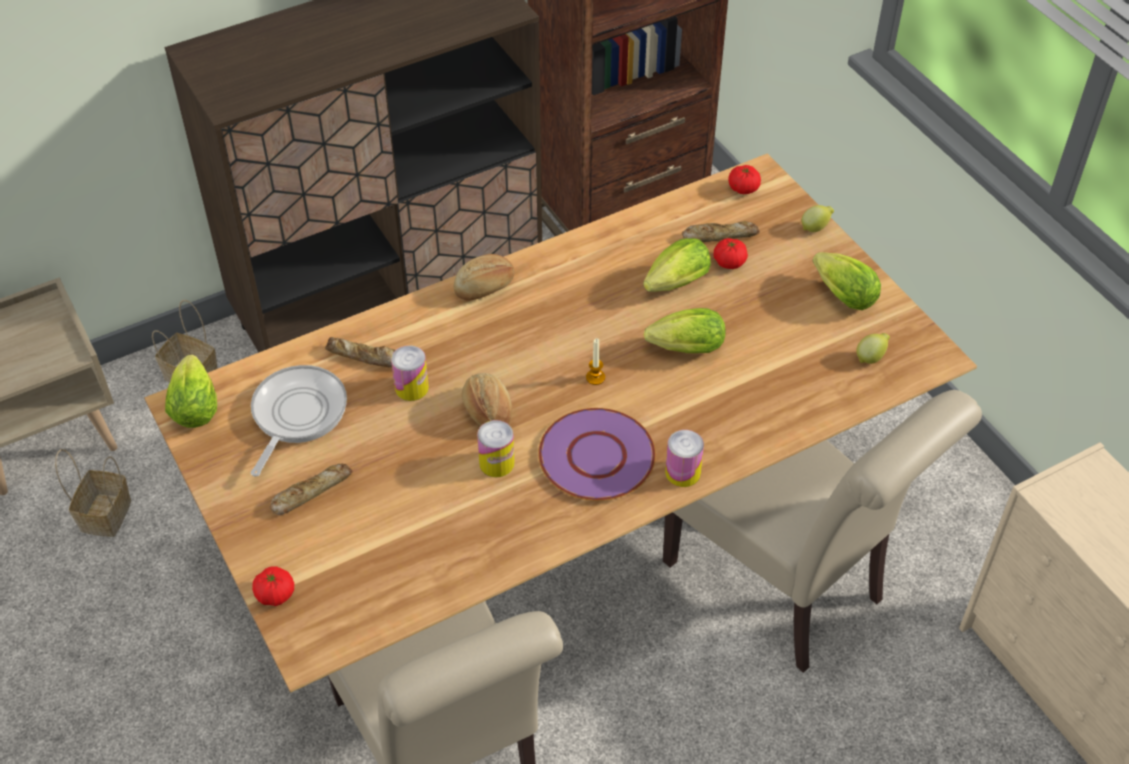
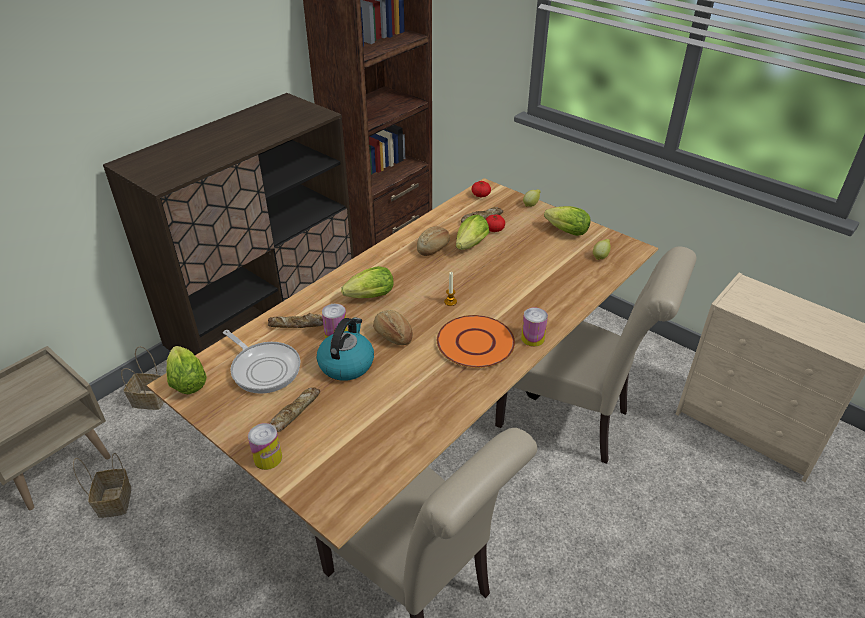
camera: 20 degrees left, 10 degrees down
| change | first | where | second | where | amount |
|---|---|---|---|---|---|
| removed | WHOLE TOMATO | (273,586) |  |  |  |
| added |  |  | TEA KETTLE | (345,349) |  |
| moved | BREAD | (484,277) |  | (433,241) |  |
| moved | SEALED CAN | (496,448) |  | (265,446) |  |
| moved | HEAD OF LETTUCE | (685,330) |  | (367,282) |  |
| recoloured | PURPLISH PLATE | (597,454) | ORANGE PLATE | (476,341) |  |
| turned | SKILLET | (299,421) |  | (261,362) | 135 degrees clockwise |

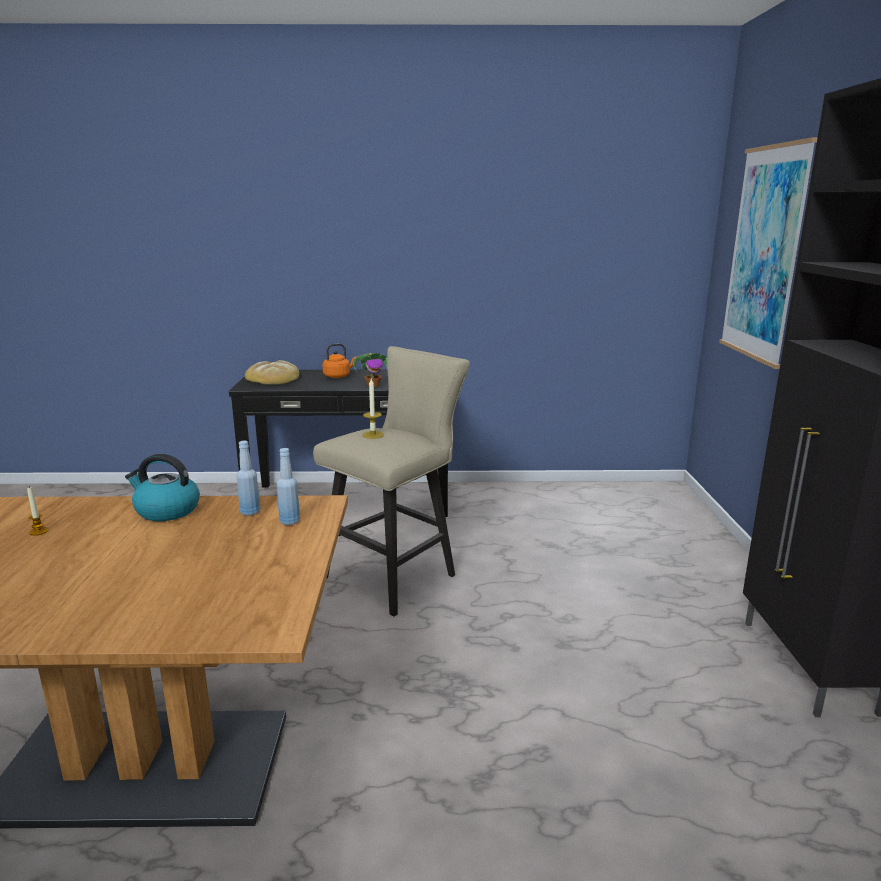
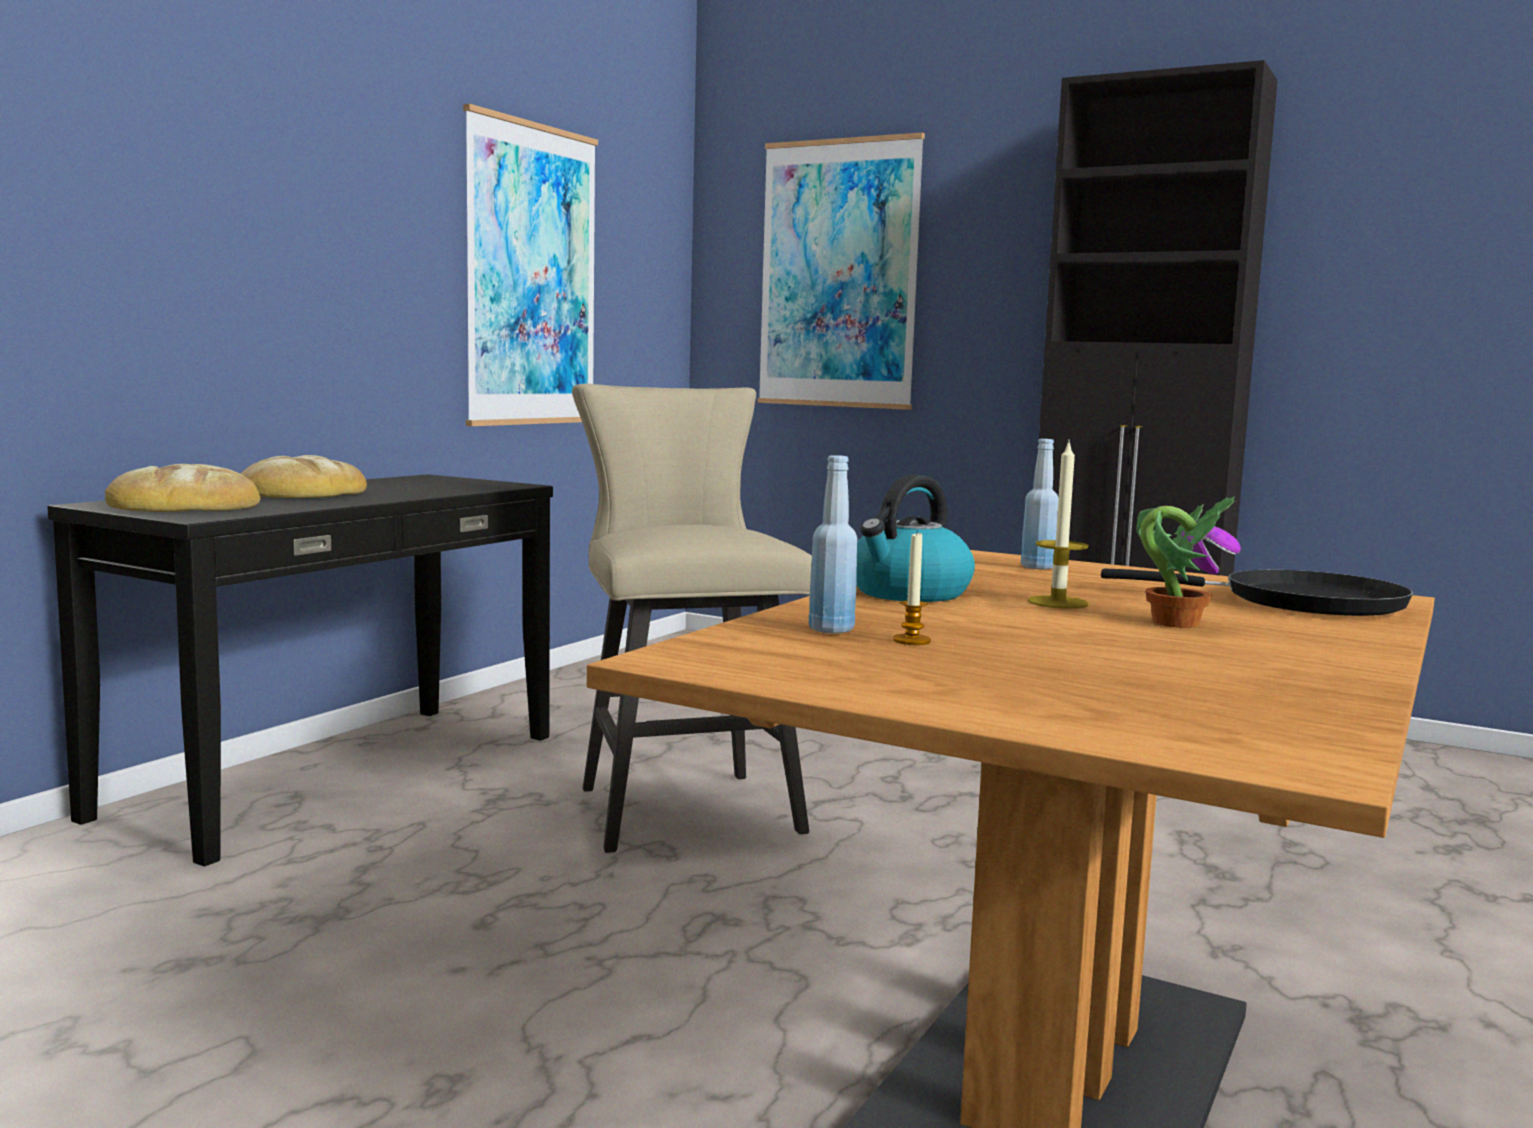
camera: 60 degrees left, 10 degrees down
| change | first | where | second | where | amount |
|---|---|---|---|---|---|
| added |  |  | PICTURE | (530,265) |  |
| added |  |  | BLACKISH SKILLET | (1257,592) |  |
| moved | BLUE DRINK BOTTLE | (248,478) |  | (833,544) |  |
| moved | PLANT IN A POT | (370,370) |  | (1188,562) |  |
| moved | WAX LIGHT | (373,409) |  | (1058,526) |  |
| replaced | ORANGE TEA KETTLE | (339,360) | BREAD | (303,476) |  |

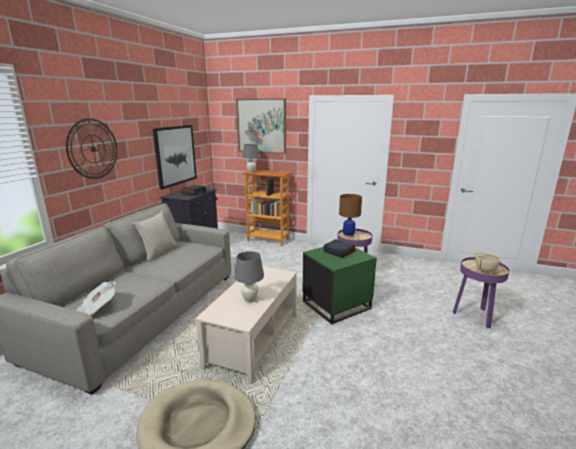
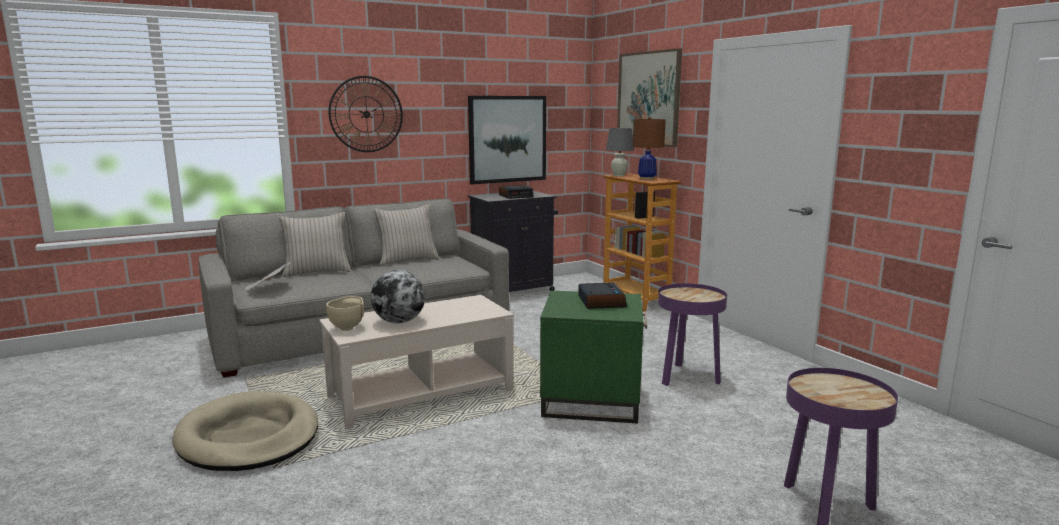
camera: 40 degrees right, 5 degrees down
| change | first | where | second | where | amount |
|---|---|---|---|---|---|
| added |  |  | BEIGE-COLOURED CUSHION | (314,244) |  |
| moved | BROWNISH TABLE LAMP | (350,216) |  | (649,149) |  |
| moved | BEIGE-COLOURED BOWL | (487,262) |  | (345,313) |  |
| replaced | GREYISH TABLE LAMP | (249,277) | GLOBE | (398,296) |  |

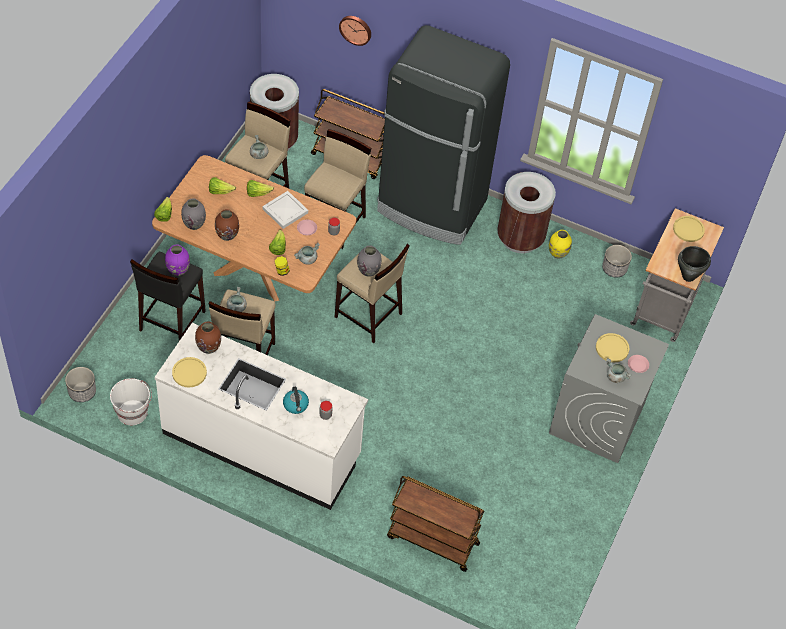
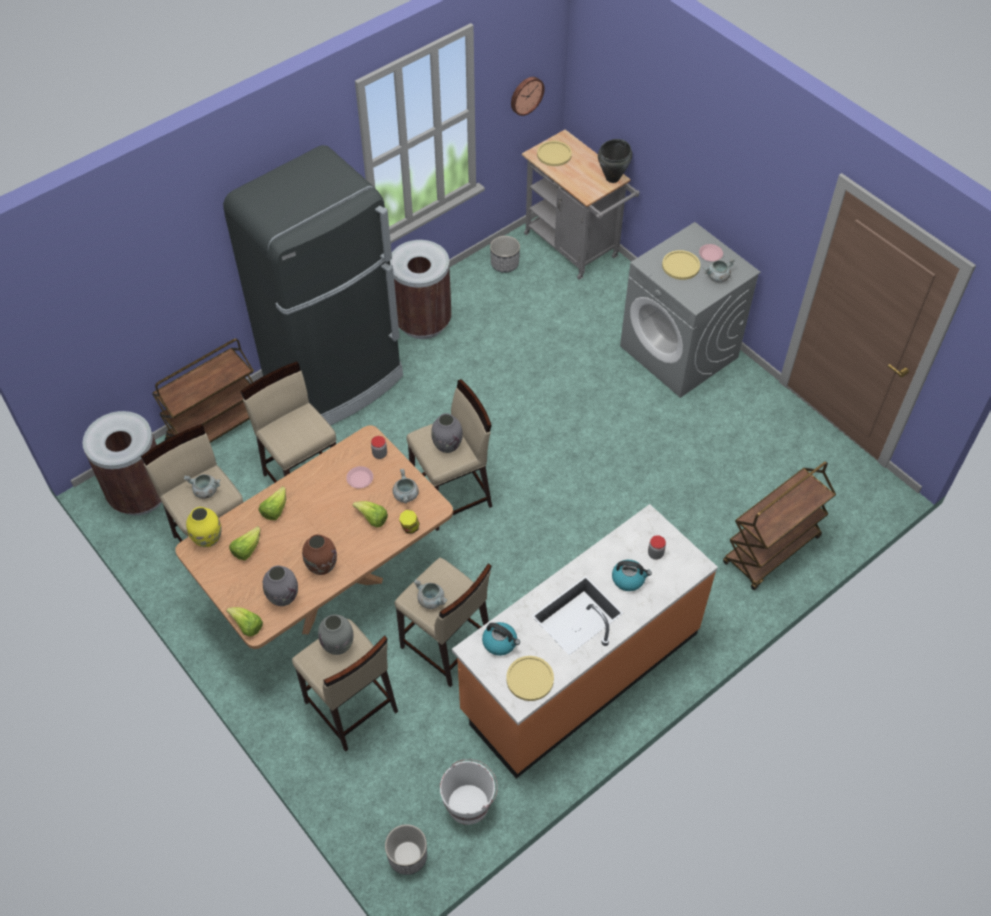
camera: 60 degrees left, 0 degrees up
| change | first | where | second | where | amount |
|---|---|---|---|---|---|
| removed | WHITE-COLOURED SERVING TRAY | (285,210) |  |  |  |
| moved | HANGING CLOCK | (355,31) |  | (528,96) |  |
| moved | YELLOW FLOWER VASE | (560,244) |  | (203,527) |  |
| replaced | BROWNISH FLOWER VASE | (208,338) | TEA KETTLE | (501,639) |  |
| recoloured | BLACKISH SITTING STOOL | (168,296) | BEIGE-COLOURED SITTING STOOL | (345,685) |  |
| recoloured | WHITE-COLOURED KITCHEN COUNTER | (261,416) | ORANGE KITCHEN COUNTER | (585,641) |  |
| recoloured | PURPLISH FLOWER VASE | (177,260) | GREYISH FLOWER VASE | (336,635) |  |

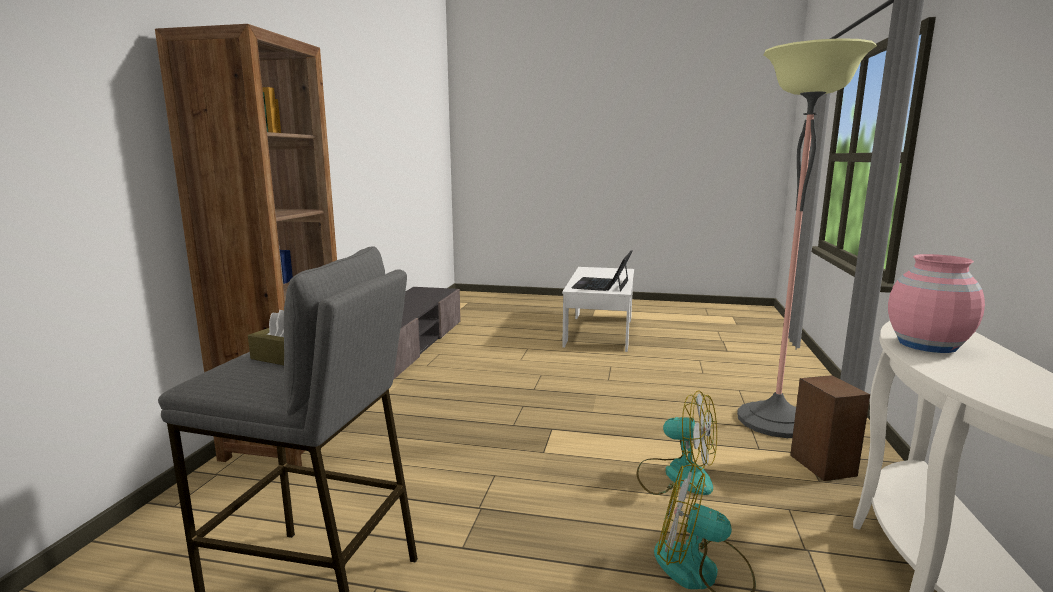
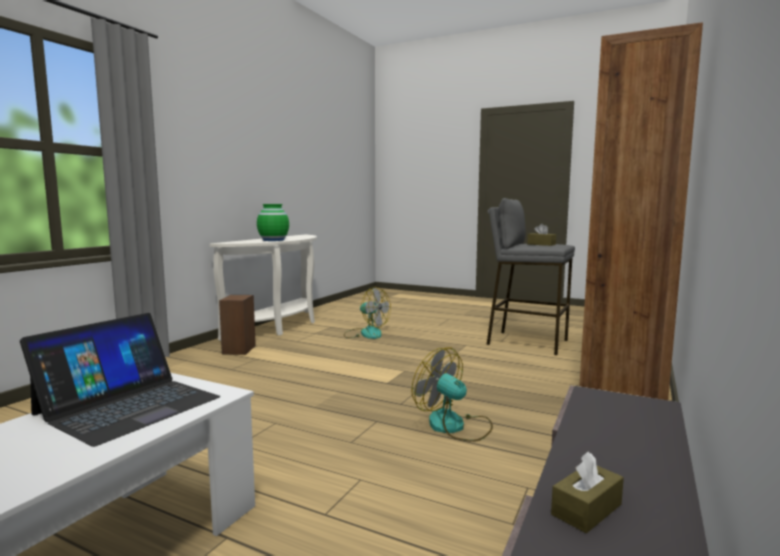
camera: 165 degrees left, 5 degrees down
| change | first | where | second | where | amount |
|---|---|---|---|---|---|
| removed | STANDING LAMP | (807,238) |  |  |  |
| added |  |  | BROWNISH BOX OF TISSUES | (587,492) |  |
| moved | COOLING FAN | (677,442) |  | (452,395) |  |
| recoloured | PINKISH FLOWER VASE | (936,303) | GREEN FLOWER VASE | (273,222) |  |

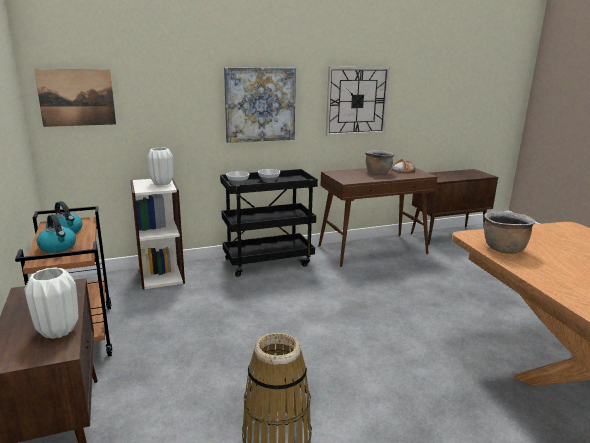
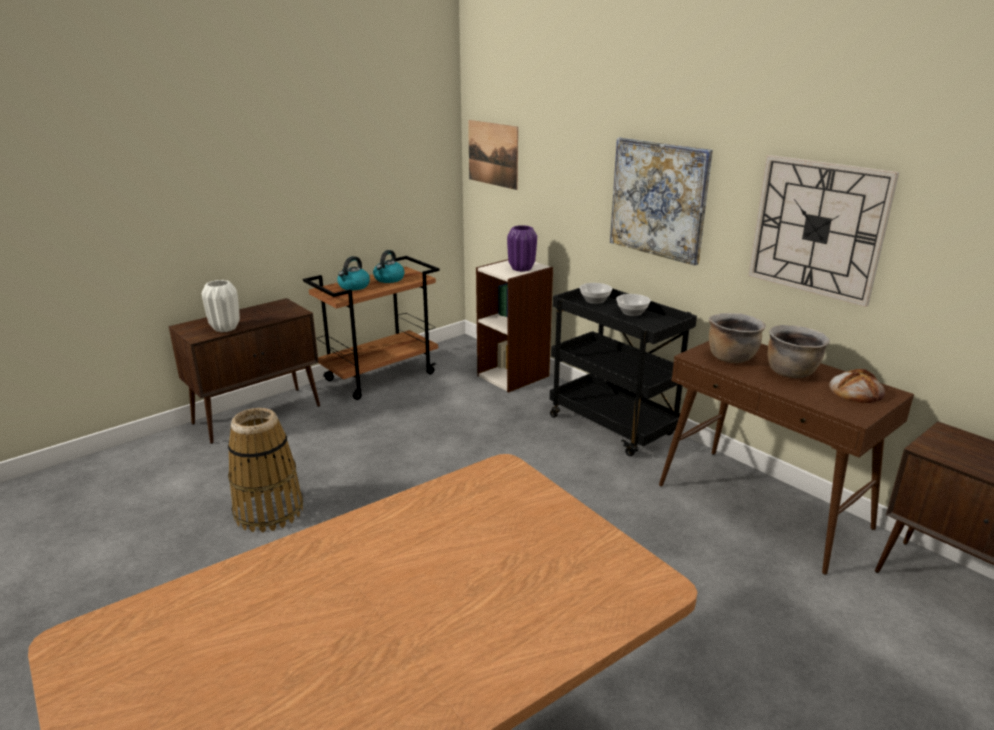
camera: 70 degrees right, 5 degrees up
| change | first | where | second | where | amount |
|---|---|---|---|---|---|
| moved | BROWNISH STOCKPOT | (509,232) |  | (737,338) |  |
| recoloured | WHITE-COLOURED FLOWER VASE | (160,166) | PURPLISH FLOWER VASE | (522,248) |  |

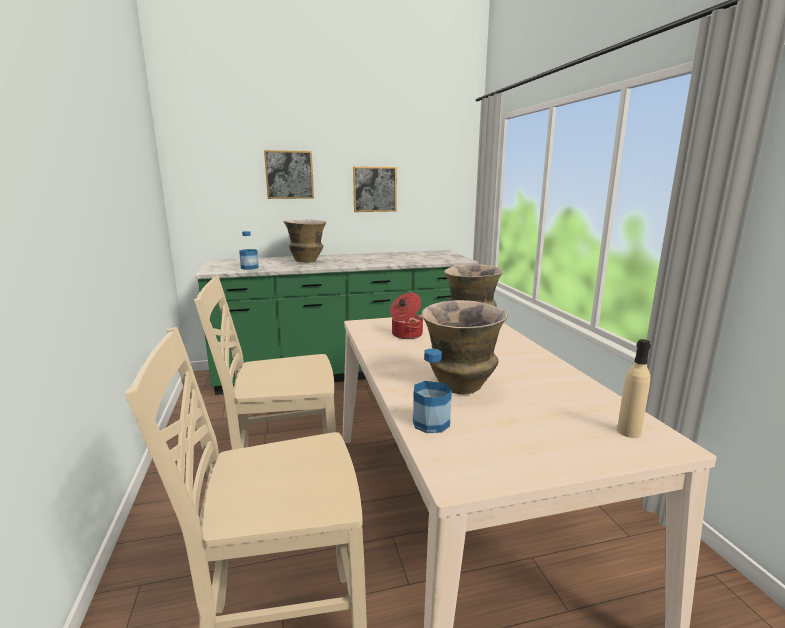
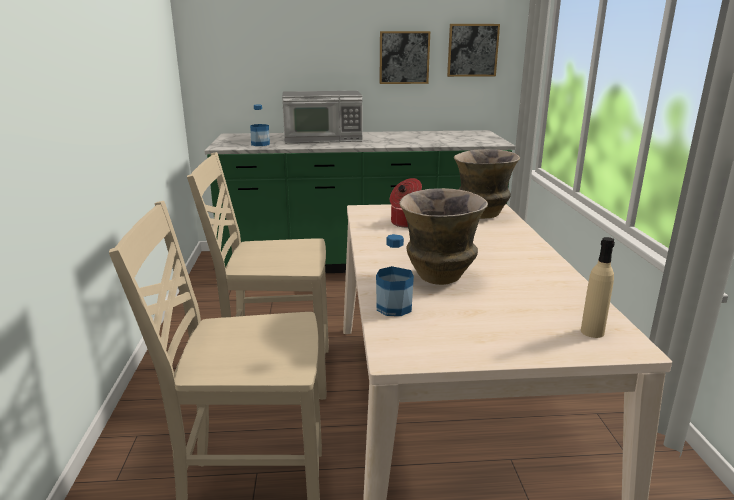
camera: 10 degrees right, 5 degrees up
| change | first | where | second | where | amount |
|---|---|---|---|---|---|
| moved | PICTURE | (289,174) |  | (473,50) |  |
| replaced | FLOWER VASE | (305,241) | KITCHEN MICROWAVE | (322,117) |  |

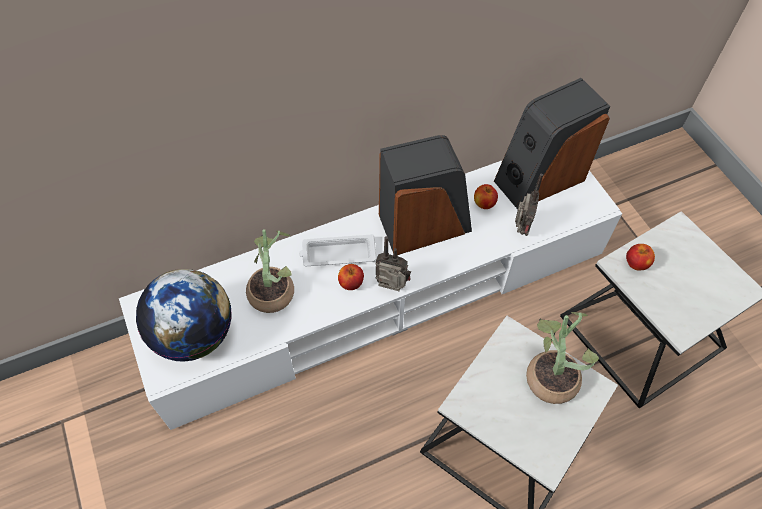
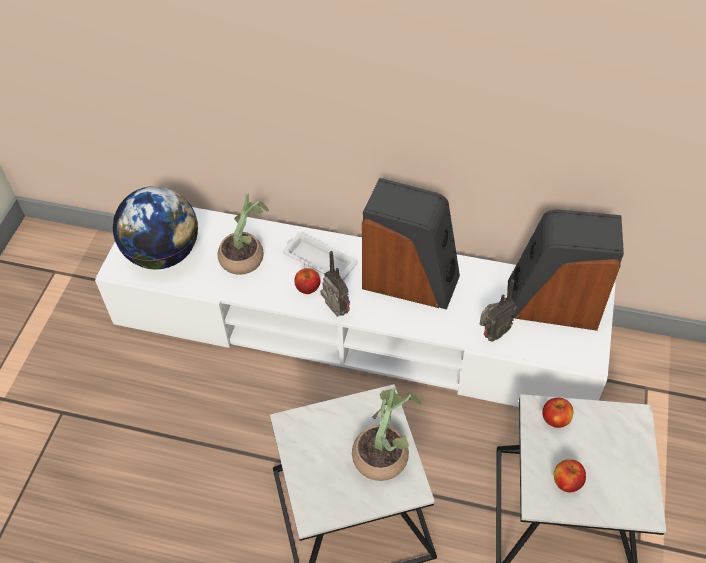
camera: 40 degrees right, 5 degrees down
| change | first | where | second | where | amount |
|---|---|---|---|---|---|
| moved | WHOLE APPLE | (486,196) |  | (570,475) |  |

